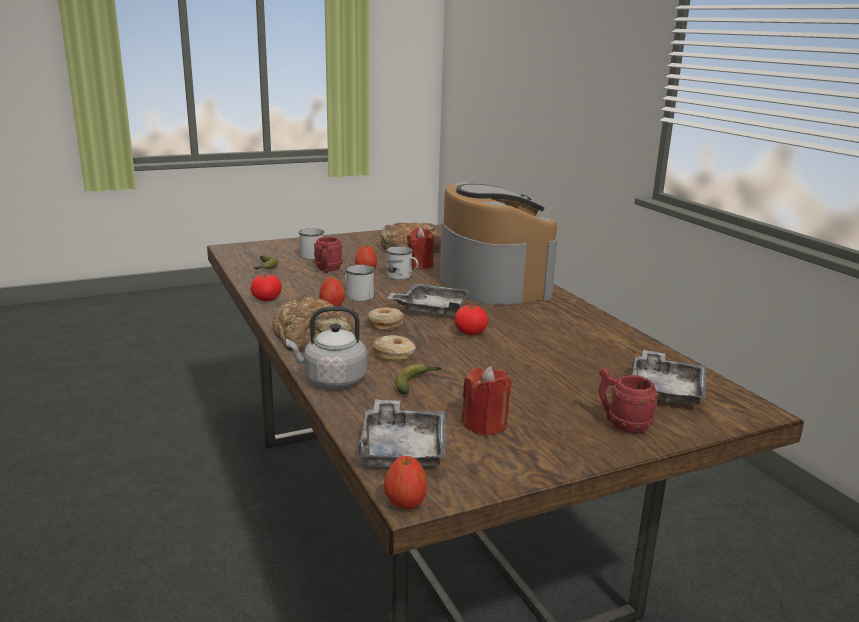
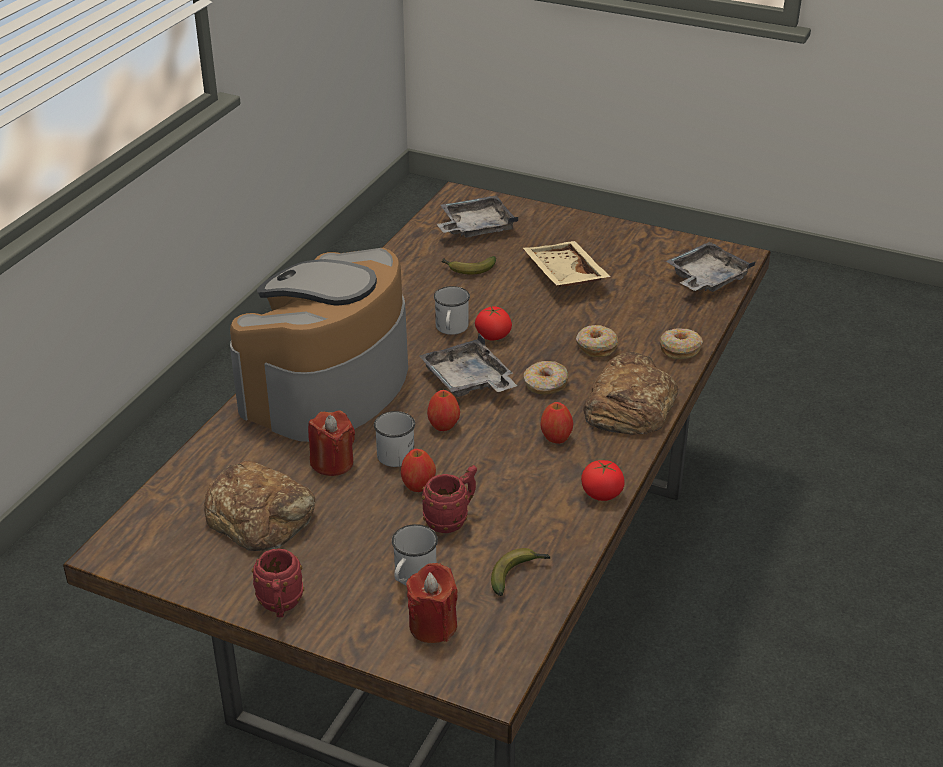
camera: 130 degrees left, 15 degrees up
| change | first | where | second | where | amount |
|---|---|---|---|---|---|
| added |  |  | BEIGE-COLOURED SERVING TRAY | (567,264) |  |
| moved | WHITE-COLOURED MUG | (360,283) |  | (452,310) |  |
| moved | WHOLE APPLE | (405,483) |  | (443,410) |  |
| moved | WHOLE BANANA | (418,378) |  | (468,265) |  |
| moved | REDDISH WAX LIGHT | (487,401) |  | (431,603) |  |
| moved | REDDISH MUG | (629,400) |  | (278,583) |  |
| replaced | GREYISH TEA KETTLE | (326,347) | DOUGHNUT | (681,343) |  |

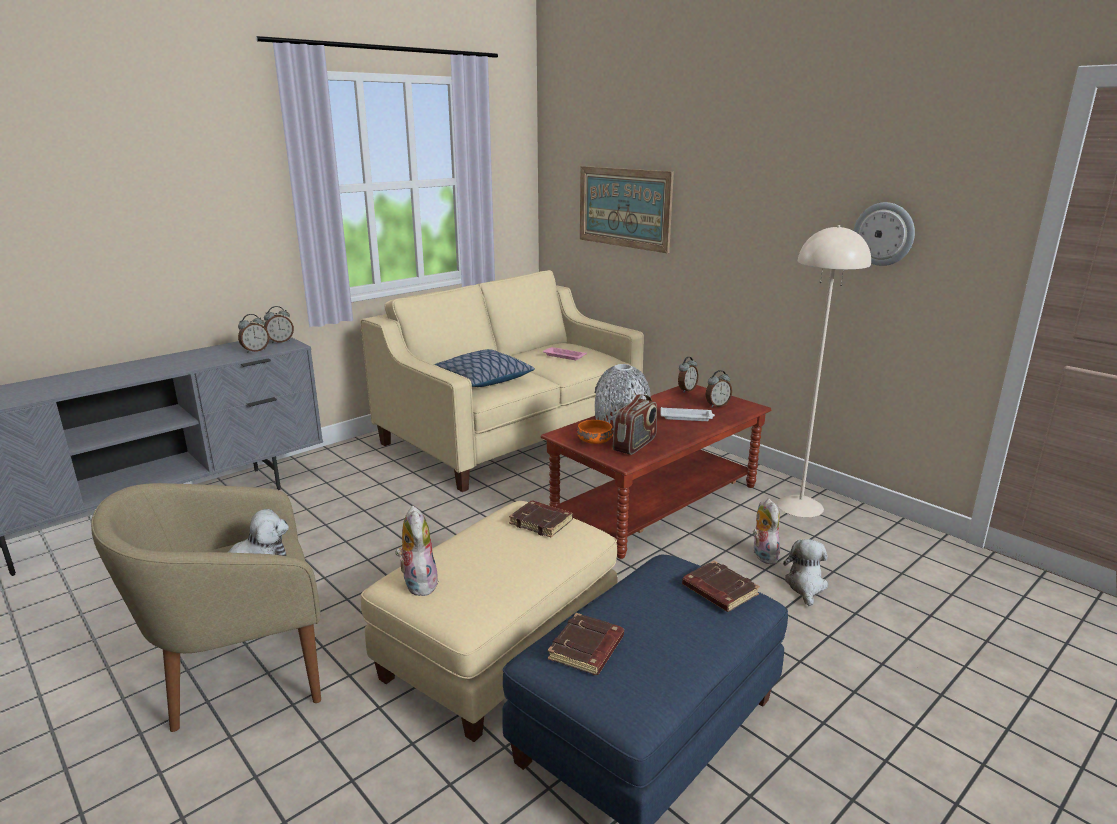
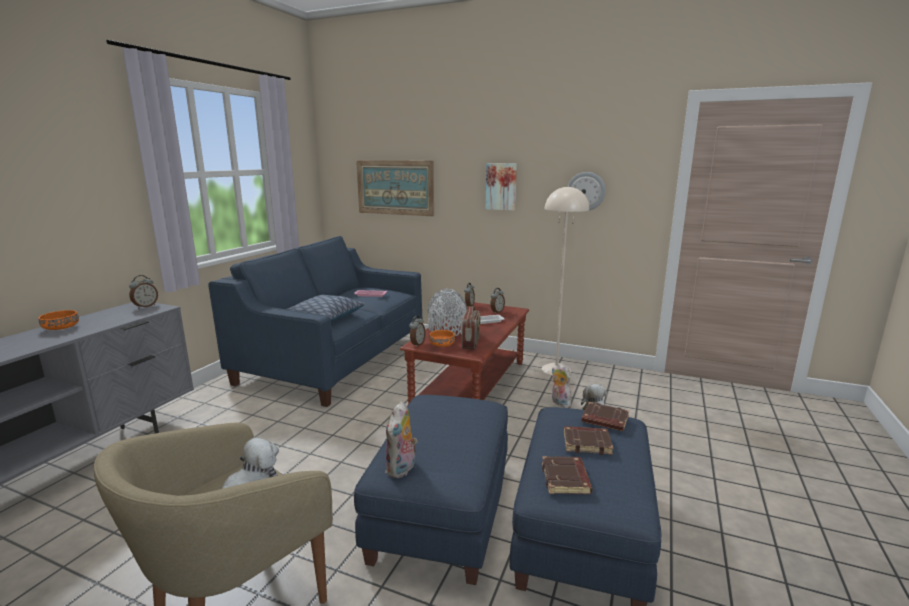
camera: 25 degrees left, 5 degrees down
| change | first | where | second | where | amount |
|---|---|---|---|---|---|
| added |  |  | ORANGE BOWL | (59,320) |  |
| added |  |  | PICTURE | (501,187) |  |
| moved | TABLE CLOCK | (253,333) |  | (417,331) |  |
| moved | BROWNISH VOLUME | (541,518) |  | (588,440) |  |
| recoloured | BEIGE-COLOURED COUCH | (502,381) | BLUE COUCH | (315,321) |  |
| recoloured | BEIGE-COLOURED FOOTREST | (489,621) | BLUE FOOTREST | (431,490) |  |
| turned | CUDDLY TOY | (416,550) |  | (402,439) | 120 degrees counterclockwise |

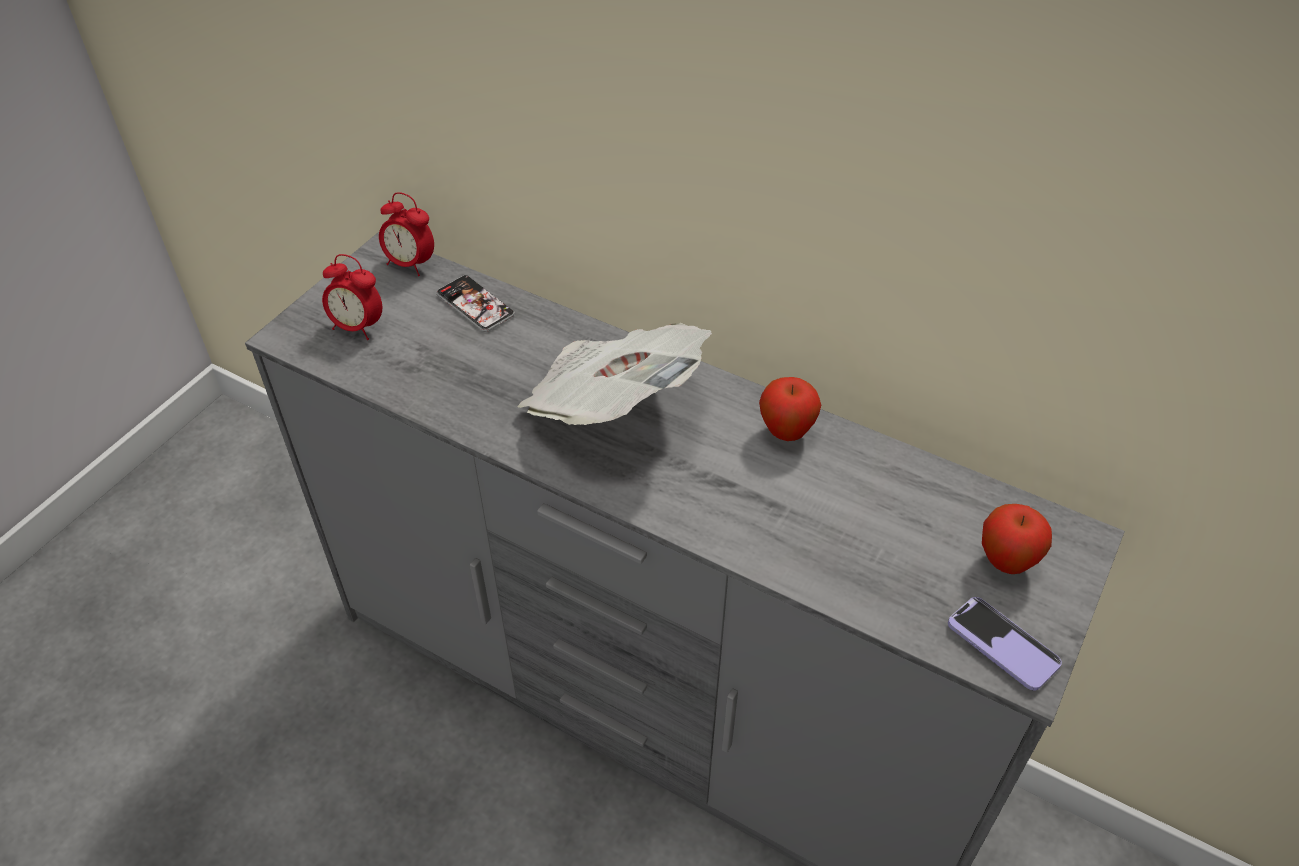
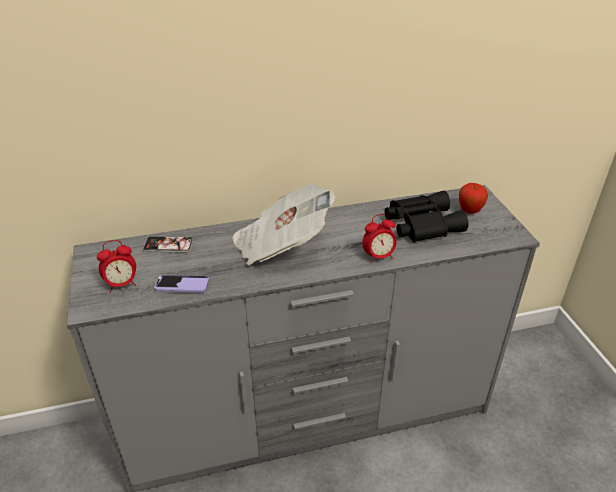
camera: 45 degrees left, 10 degrees down
| change | first | where | second | where | amount |
|---|---|---|---|---|---|
| removed | WHOLE APPLE | (790,409) |  |  |  |
| added |  |  | BLACKISH PAIR OF BINOCULARS | (426,216) |  |
| moved | TABLE CLOCK | (406,234) |  | (379,238) |  |
| moved | HANDSET | (1005,644) |  | (181,283) |  |

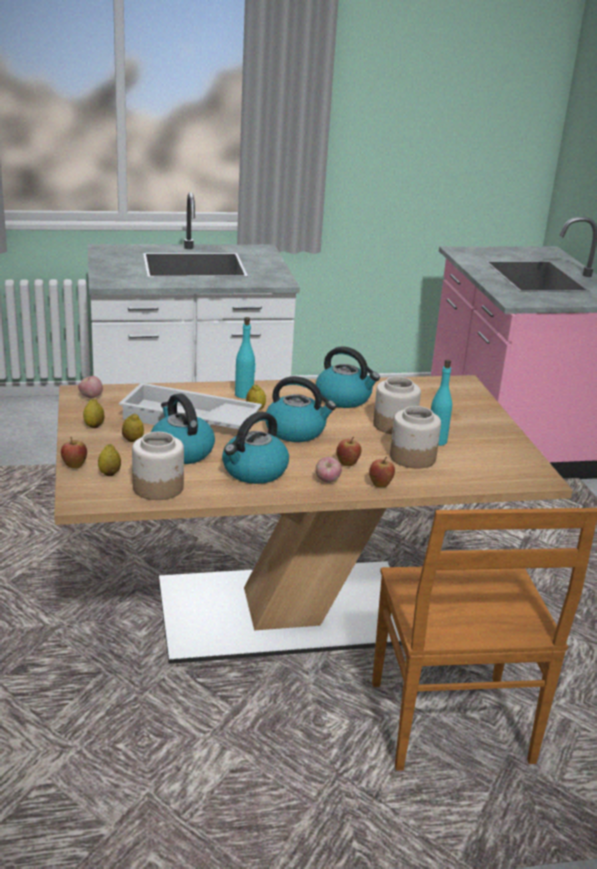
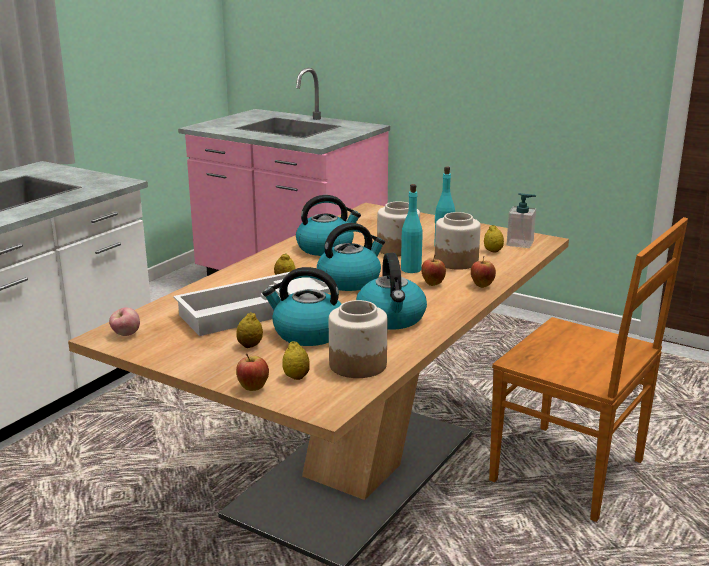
camera: 45 degrees left, 5 degrees down
| change | first | where | second | where | amount |
|---|---|---|---|---|---|
| removed | WHOLE APPLE | (329,470) |  |  |  |
| added |  |  | SOAP DISPENSER | (521,220) |  |
| moved | WHOLE LEMON | (94,413) |  | (494,238) |  |
| moved | BLUE-GREEN DRINK BOTTLE | (245,358) |  | (412,228) |  |

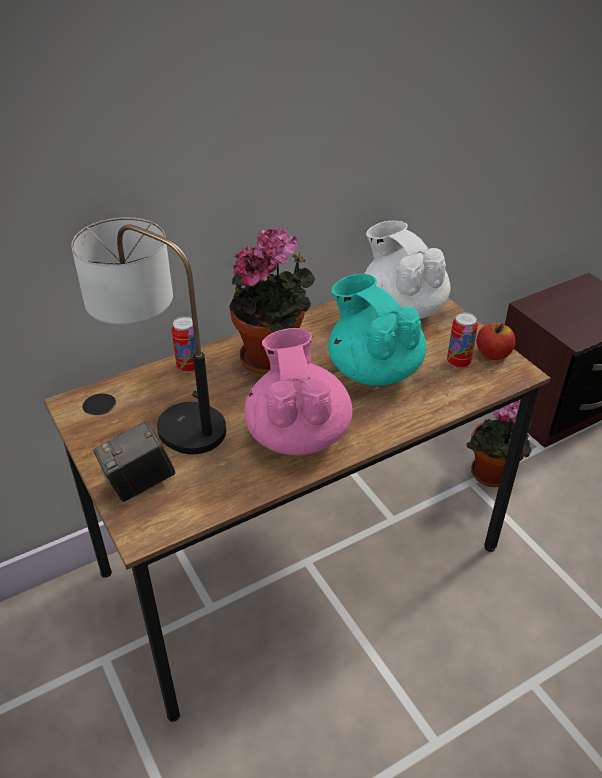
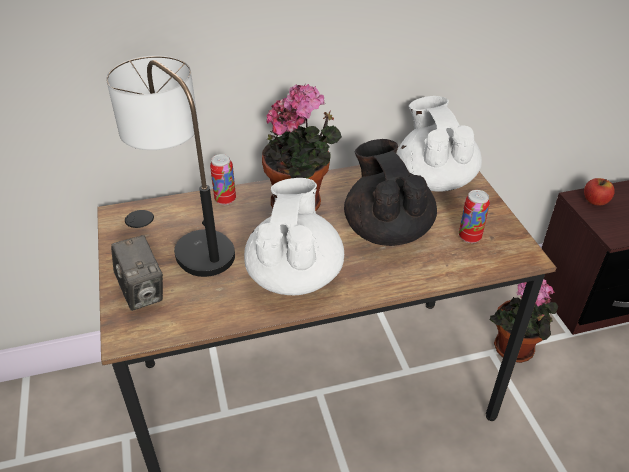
camera: 15 degrees right, 0 degrees up
| change | first | where | second | where | amount |
|---|---|---|---|---|---|
| moved | WHOLE APPLE | (496,341) |  | (599,191) |  |
| recoloured | PINKISH TEA POT | (298,391) | WHITE-COLOURED TEA POT | (294,236) |  |
| recoloured | BLUE-GREEN TEA POT | (377,330) | BLACKISH TEA POT | (390,192) |  |
| turned | STILL CAMERA | (134,461) |  | (137,273) | 105 degrees counterclockwise |

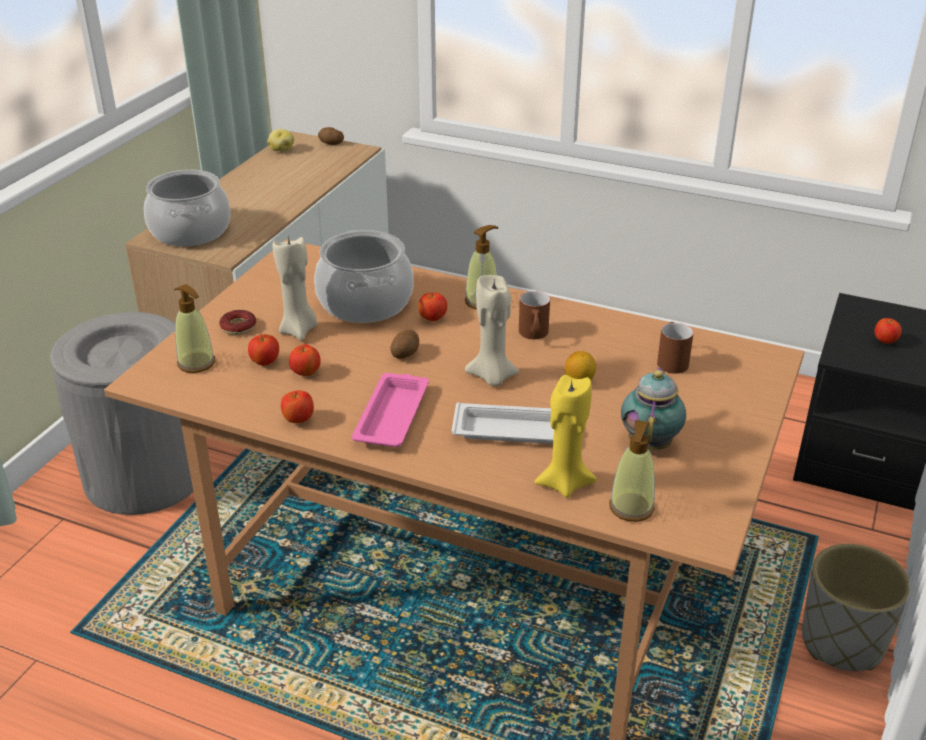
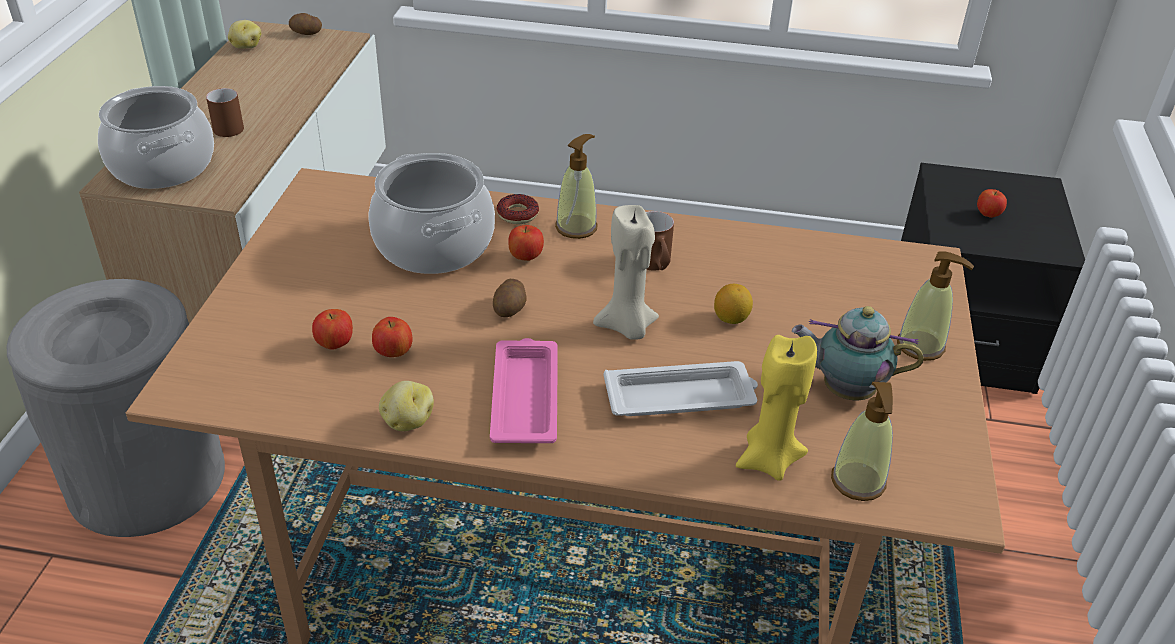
camera: 15 degrees left, 5 degrees up
| change | first | where | second | where | amount |
|---|---|---|---|---|---|
| removed | BEIGE-COLOURED WAX LIGHT | (295,288) |  |  |  |
| removed | GREYISH PLANT POT | (856,607) |  |  |  |
| moved | SOAP DISPENSER | (194,328) |  | (935,306) |  |
| moved | DOUGHNUT | (237,322) |  | (518,209) |  |
| moved | BROWNISH MUG | (675,348) |  | (225,112) |  |
| replaced | WHOLE APPLE | (297,406) | WHOLE POTATO | (406,406) |  |
| turned | TEA POT | (653,408) |  | (858,353) | 75 degrees counterclockwise |

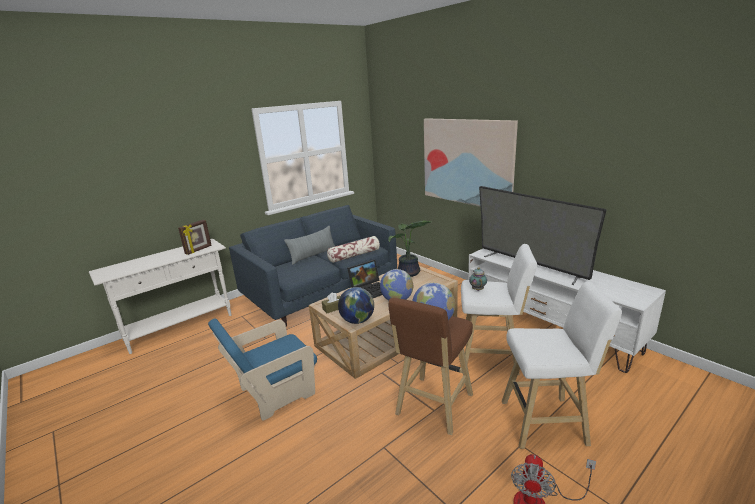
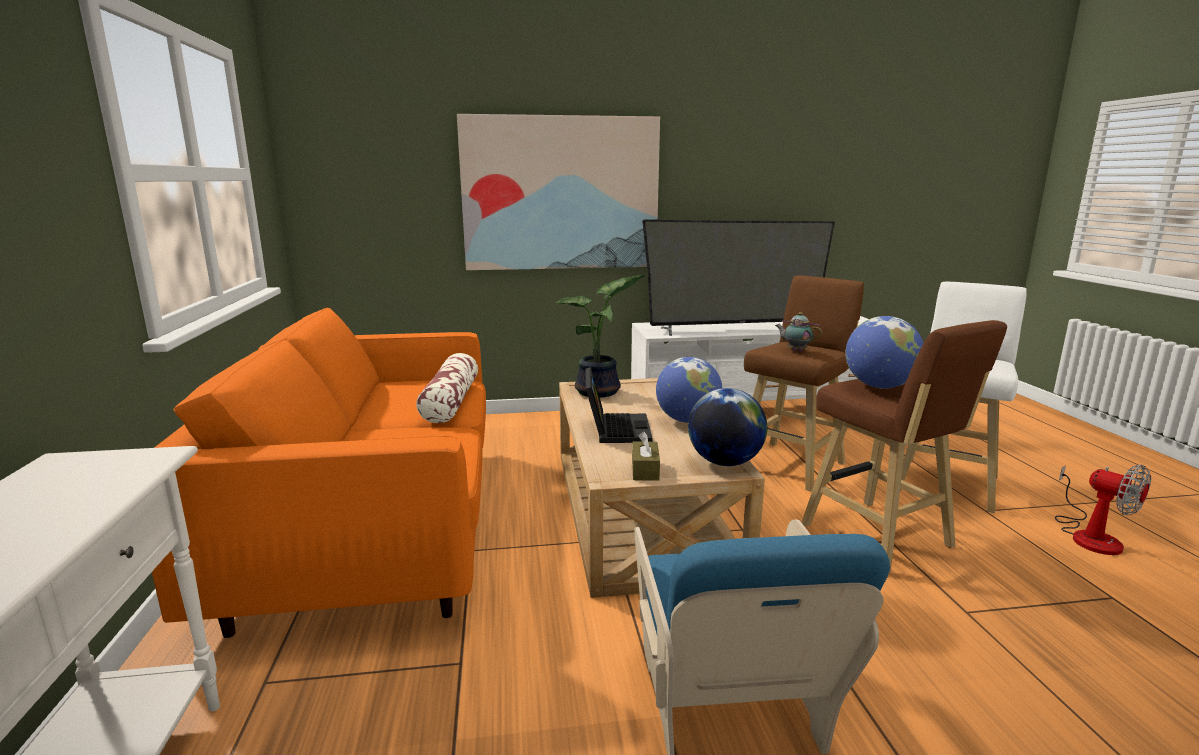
camera: 60 degrees left, 5 degrees down
| change | first | where | second | where | amount |
|---|---|---|---|---|---|
| removed | PICTURE FRAME | (195,237) |  |  |  |
| removed | GREYISH CUSHION | (309,245) |  |  |  |
| recoloured | BLUE COUCH | (313,265) | ORANGE COUCH | (319,473) |  |
| recoloured | WHITE-COLOURED SITTING STOOL | (499,309) | BROWNISH SITTING STOOL | (804,383) |  |

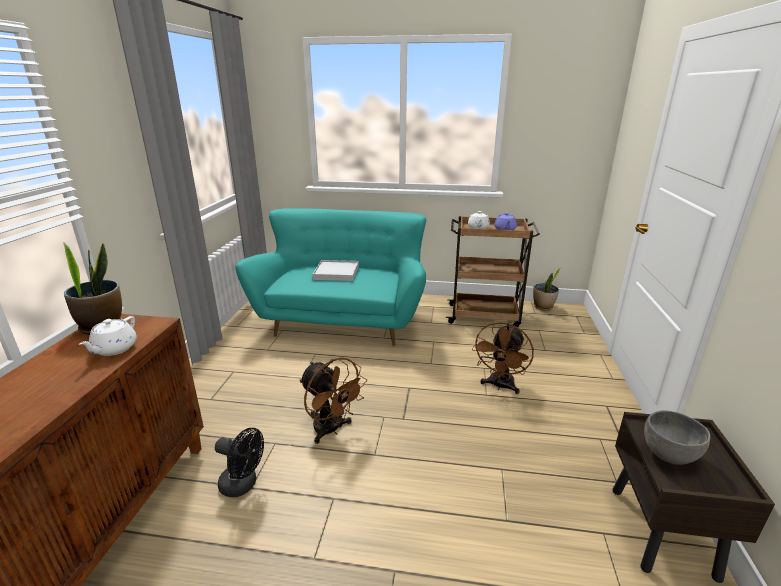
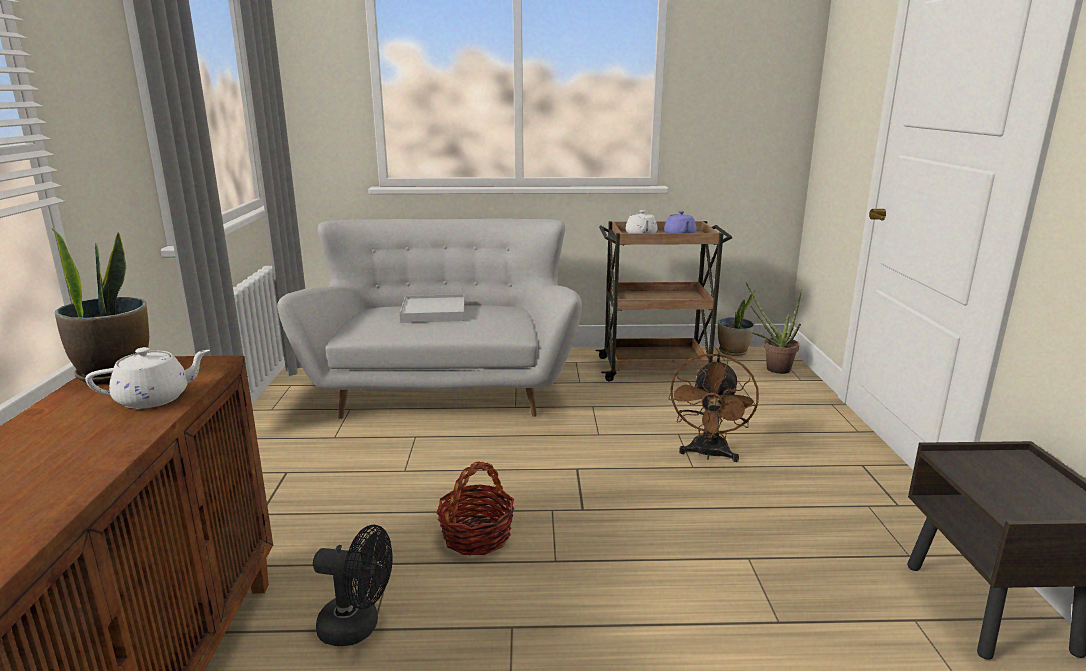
camera: 10 degrees left, 5 degrees down
| change | first | where | second | where | amount |
|---|---|---|---|---|---|
| removed | GREYISH BOWL | (677,437) |  |  |  |
| added |  |  | PLANT IN A POT | (774,328) |  |
| replaced | BROWNISH COOLING FAN | (333,400) | HOUSEHOLD BASKET | (475,509) |  |
| recoloured | BLUE-GREEN COUCH | (330,277) | WHITE-COLOURED COUCH | (429,319) |  |
| turned | WHITE-COLOURED TEA POT | (108,336) |  | (147,378) | 120 degrees counterclockwise |

